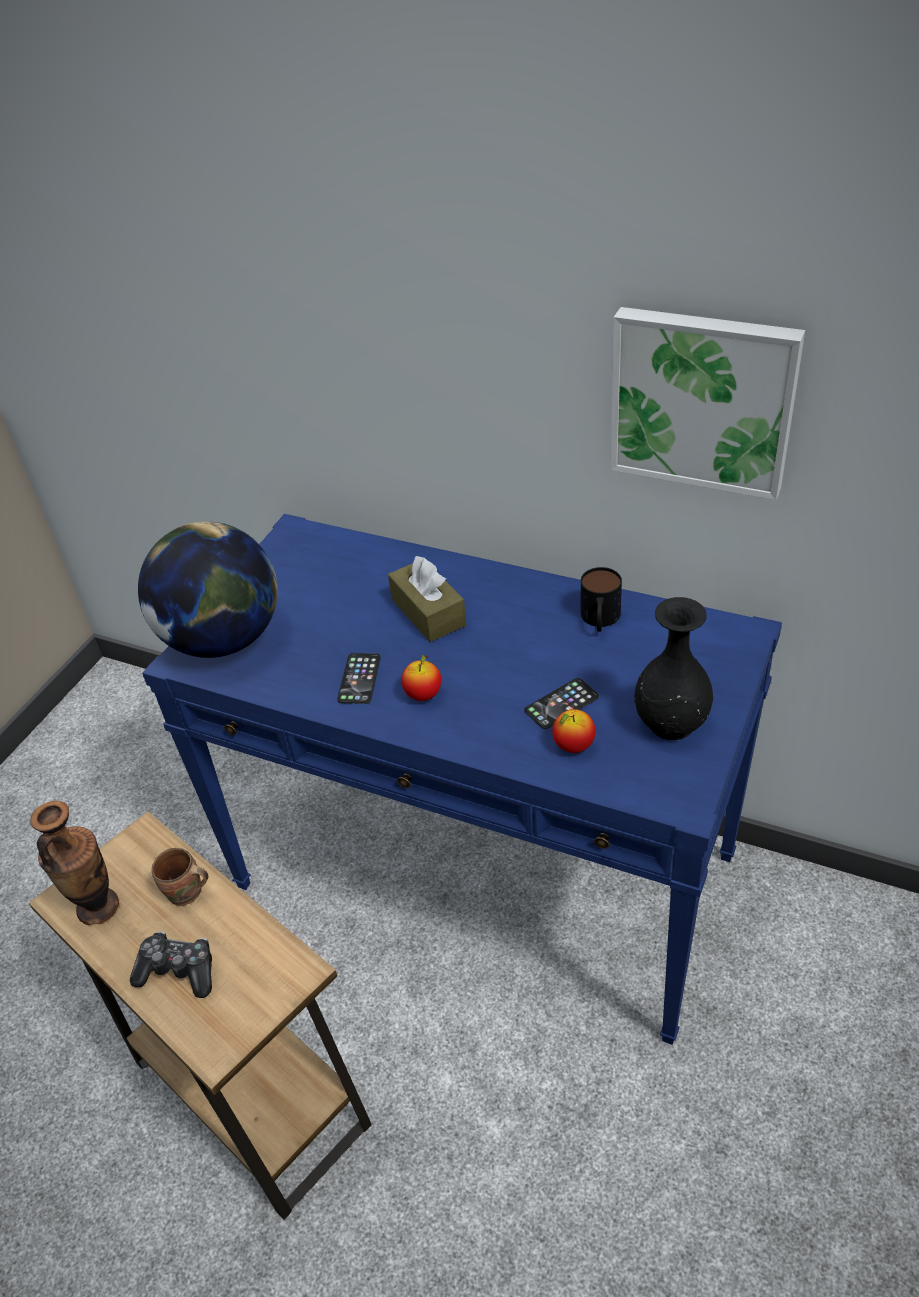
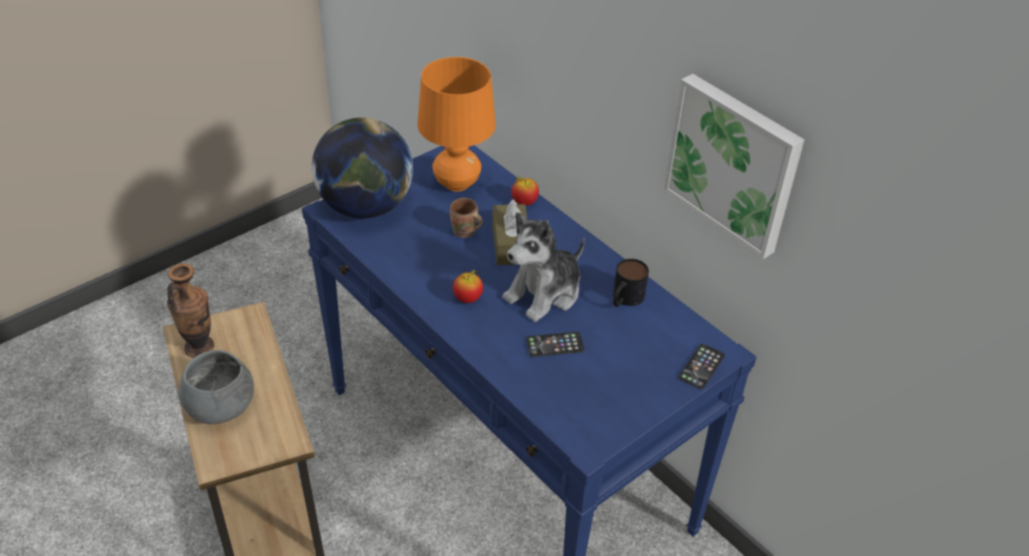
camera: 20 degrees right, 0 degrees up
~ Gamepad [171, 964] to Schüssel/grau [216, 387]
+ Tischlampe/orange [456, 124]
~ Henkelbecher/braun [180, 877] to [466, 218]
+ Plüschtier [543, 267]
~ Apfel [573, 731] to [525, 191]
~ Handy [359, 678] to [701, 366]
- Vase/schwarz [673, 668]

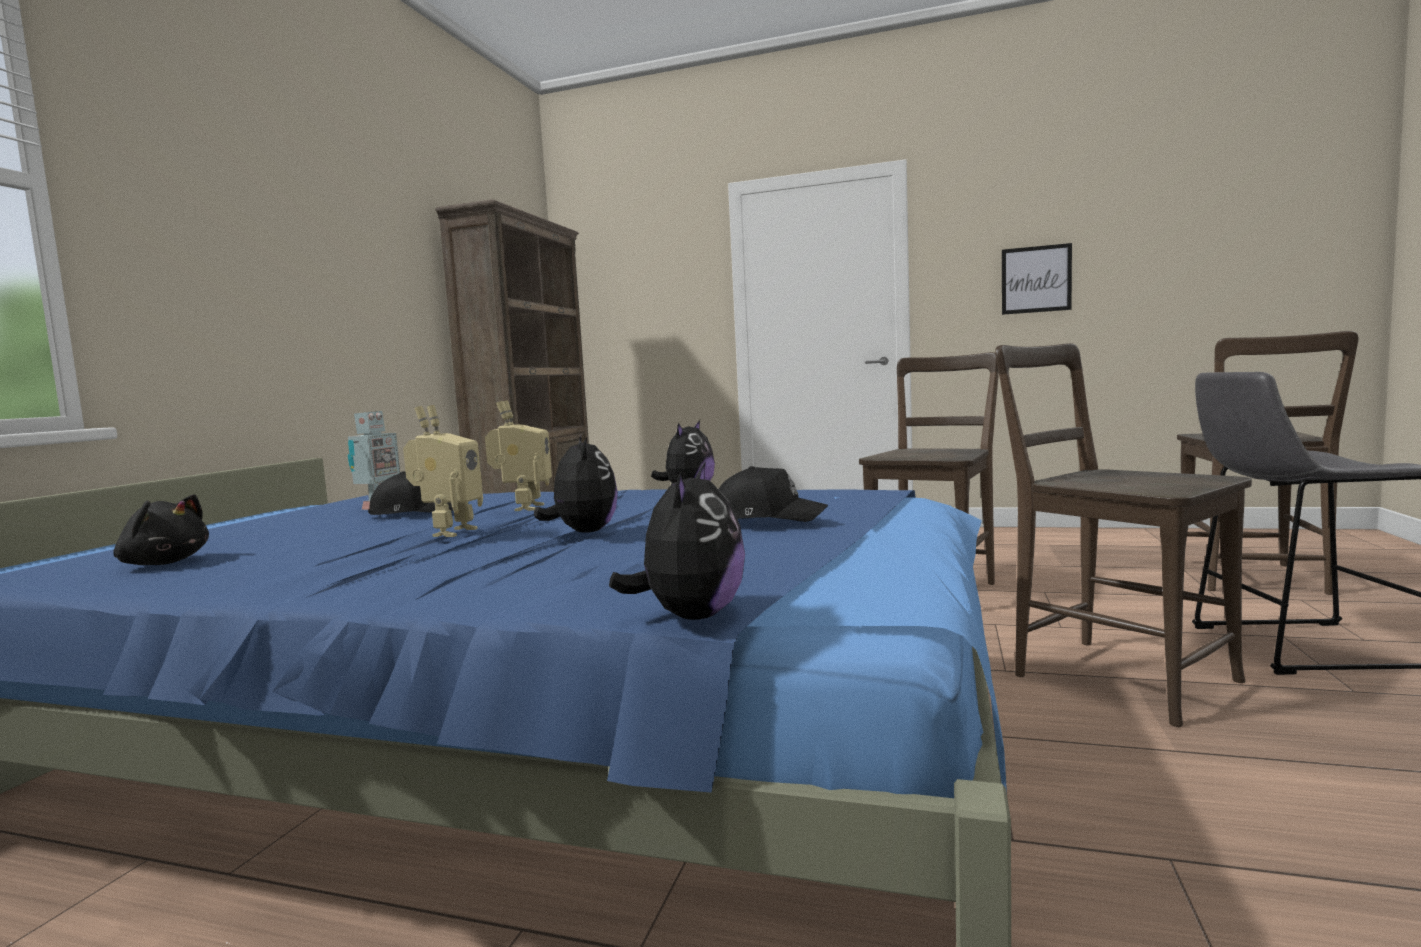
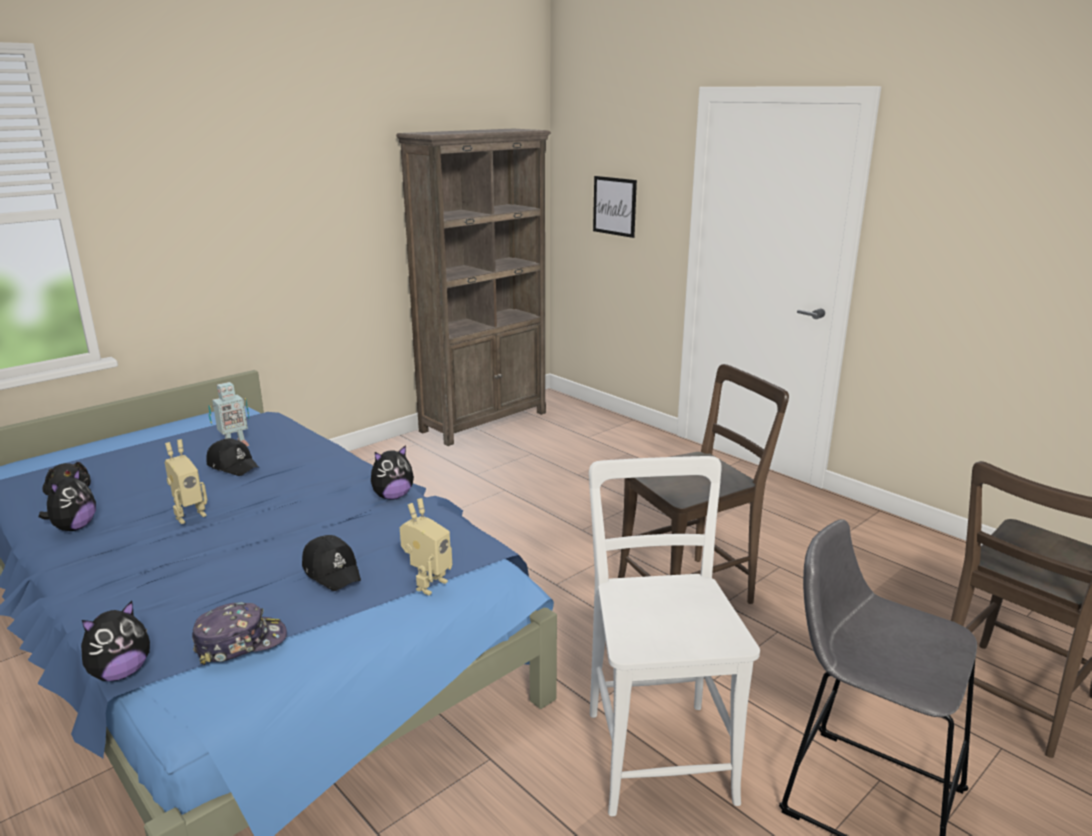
camera: 30 degrees right, 15 degrees up
~ Plüschtier [576, 484] to [67, 500]
+ Kappe [239, 633]
~ Spielzeugroboter [518, 455] to [426, 546]
~ Stuhl/braun [1123, 535] to Stuhl/weiß [674, 636]
~ Bild [1037, 279] to [615, 207]

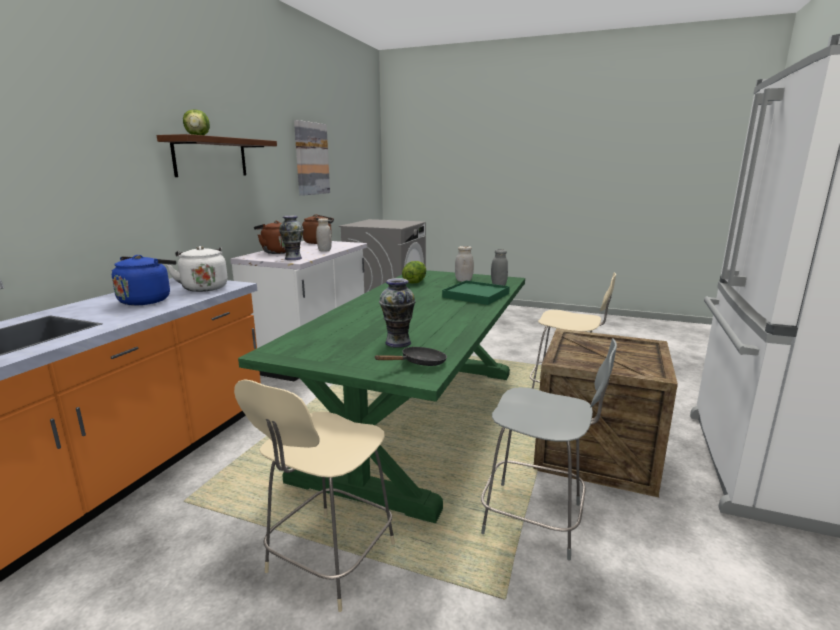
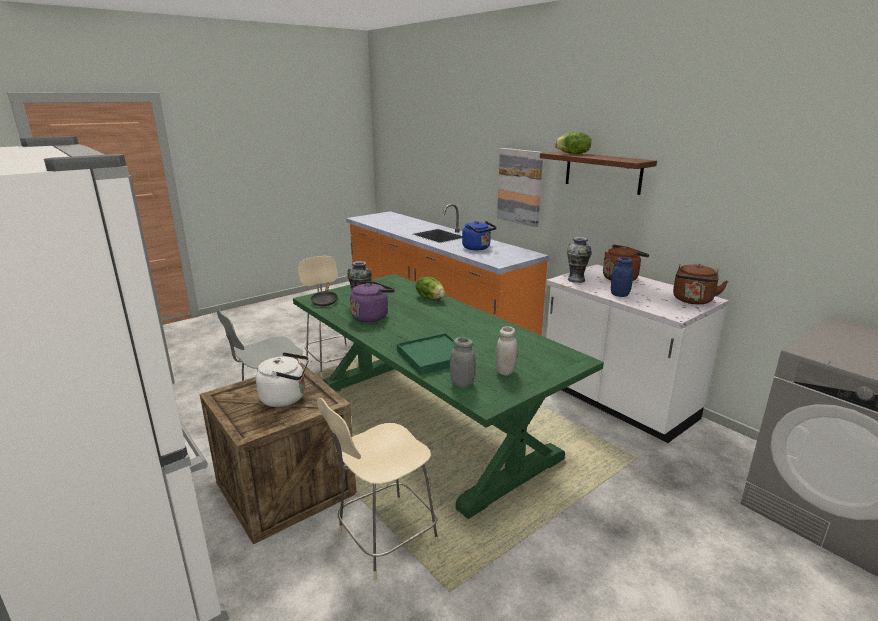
camera: 120 degrees right, 5 degrees up
~ Wasserkessel/weiß [197, 269] to [282, 379]
+ Wasserkessel/lila [372, 301]
~ Salatkopf [414, 272] to [430, 288]
~ Bild [312, 158] to [520, 187]
~ Vorratsglas/weiß [324, 235] to Vorratsglas/blau [622, 277]

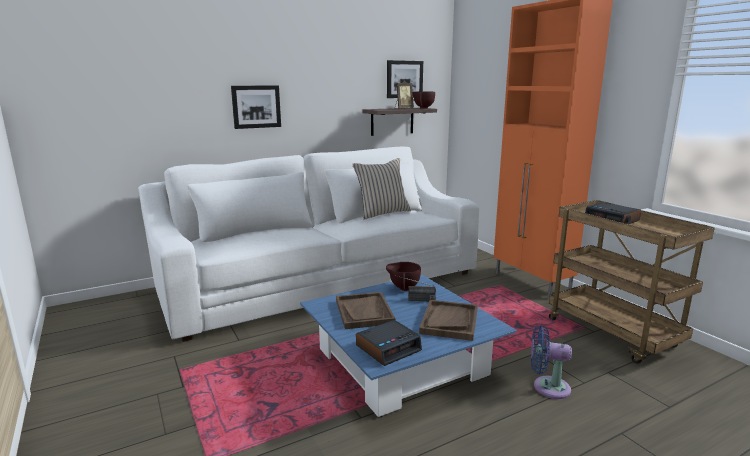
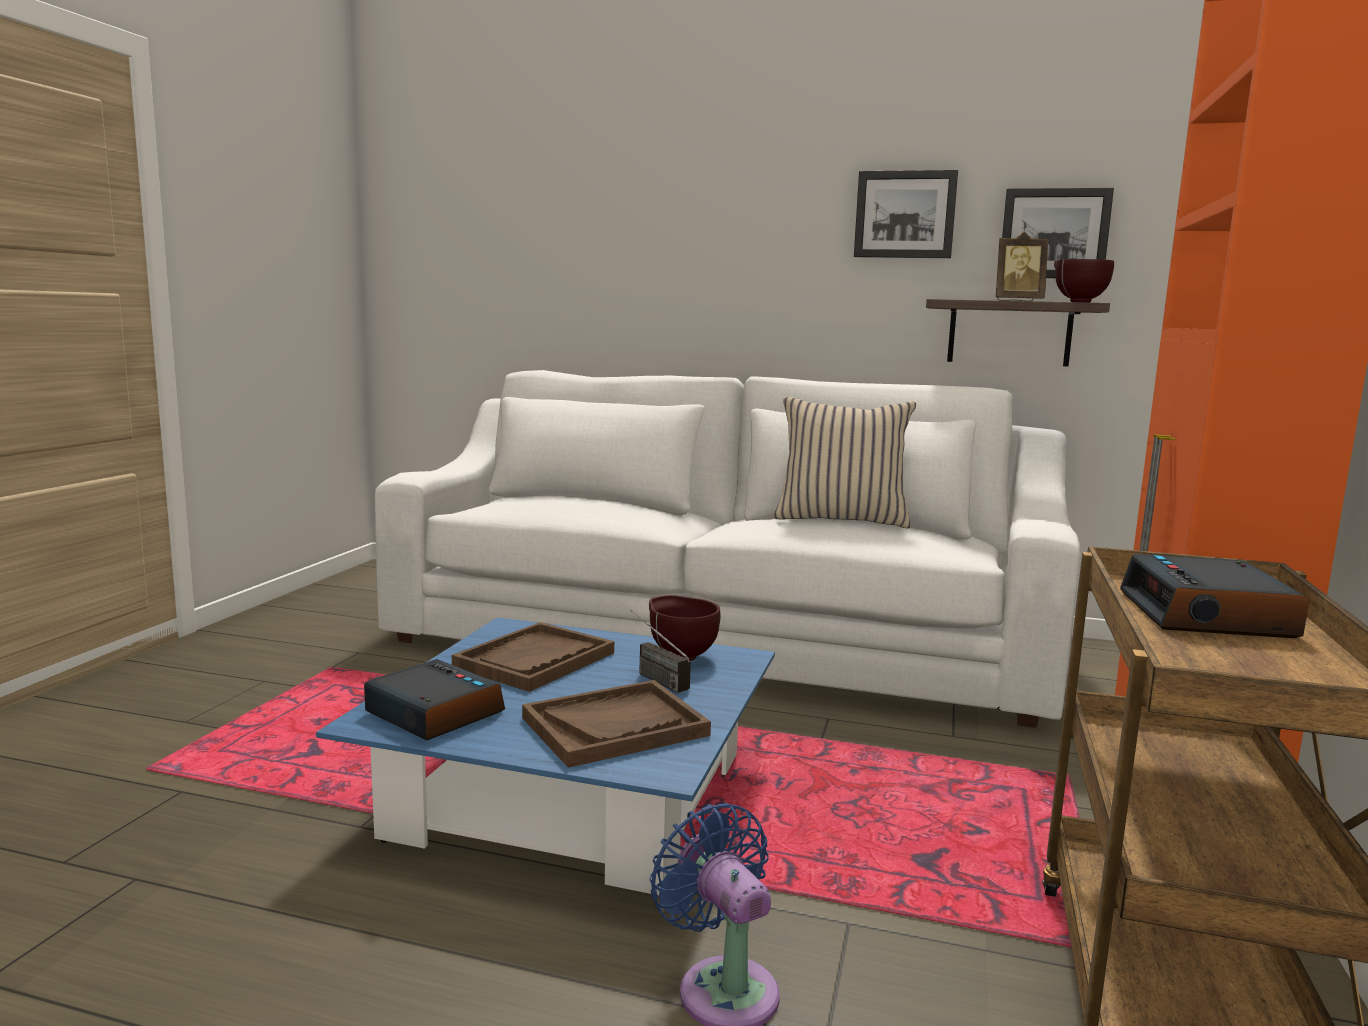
camera: 45 degrees right, 5 degrees down
~ Wecker [389, 343] = [434, 699] 150 degrees counterclockwise
~ Bild [256, 107] to [906, 214]

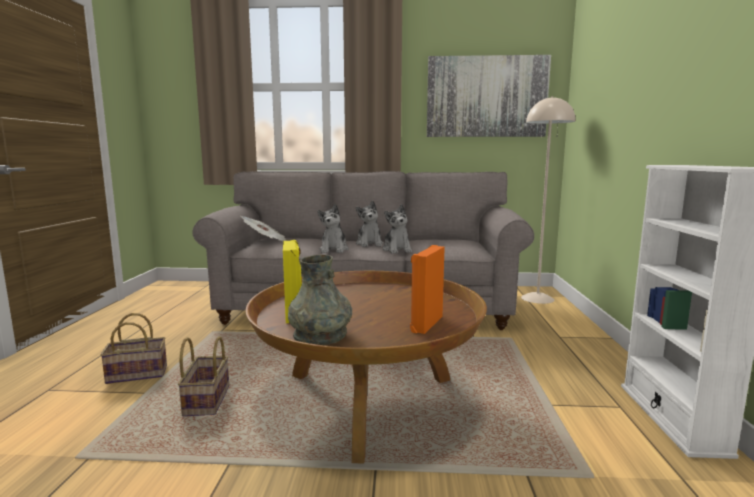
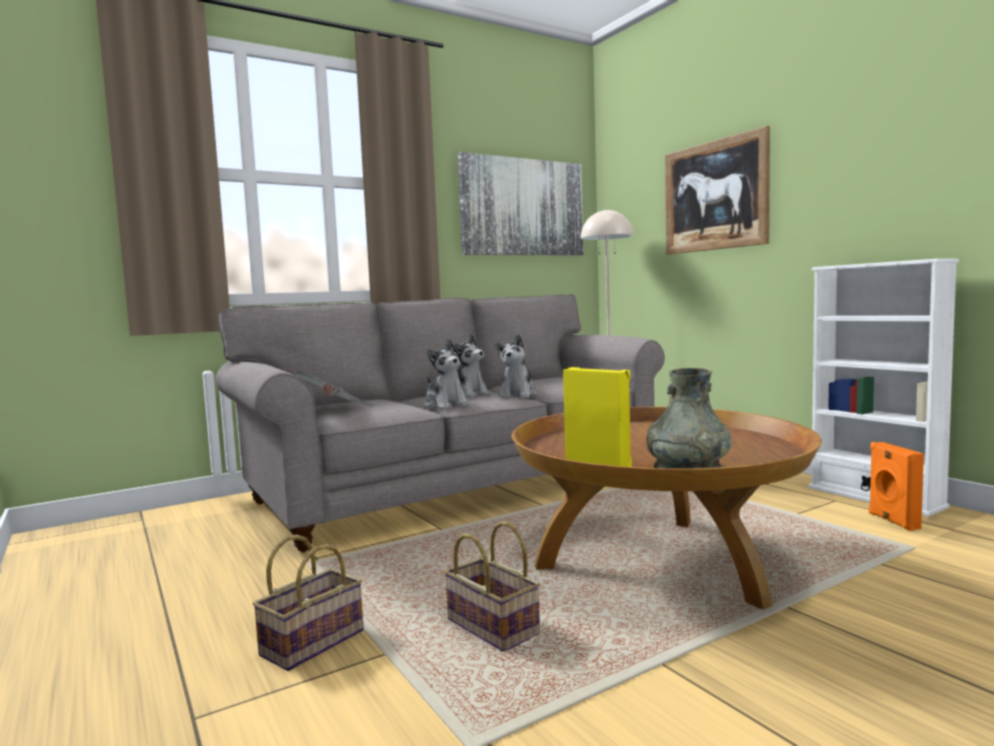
camera: 35 degrees left, 5 degrees down
~ Plüschtier [397, 229] = [516, 366] 60 degrees clockwise
+ Bild [717, 190]
~ Lautsprecher/orange [427, 289] to [896, 486]

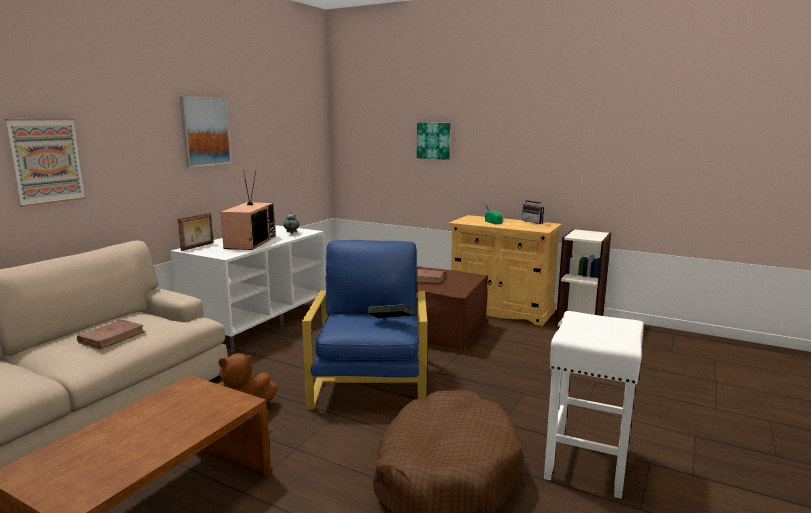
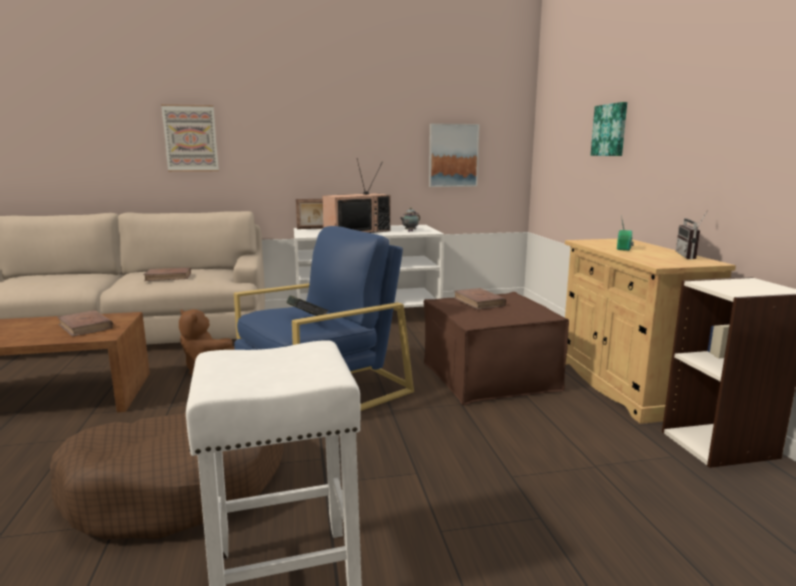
camera: 50 degrees right, 0 degrees up
+ Buch/braun [85, 323]
~ Bild [205, 132] to [454, 155]

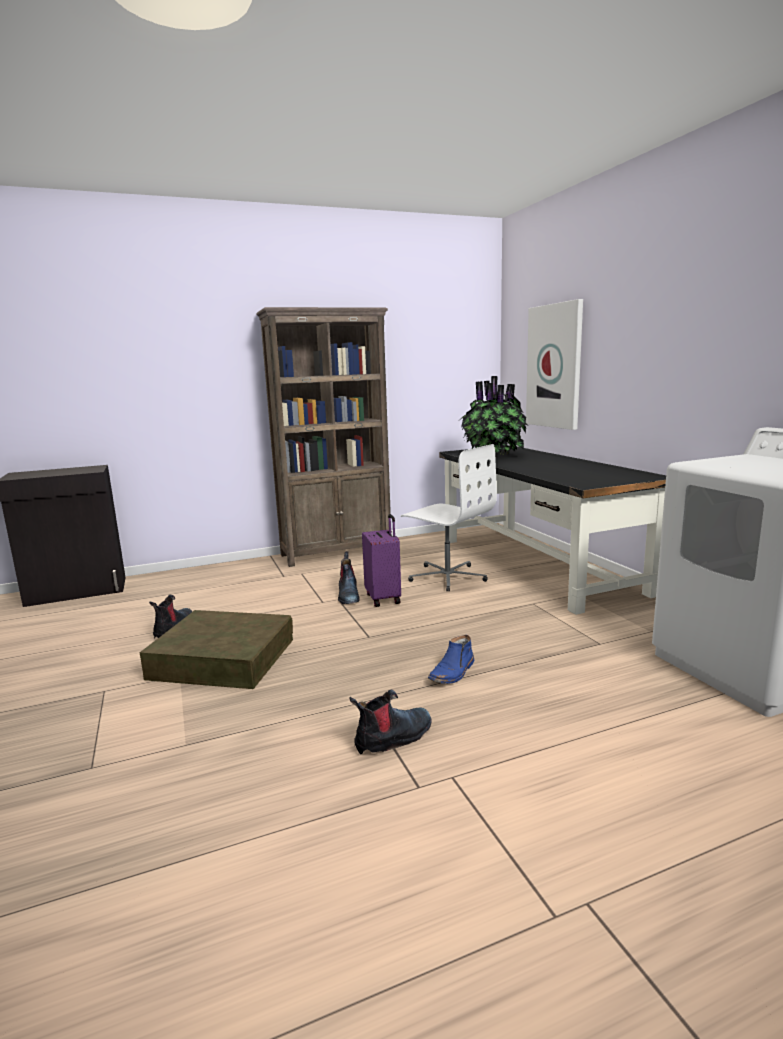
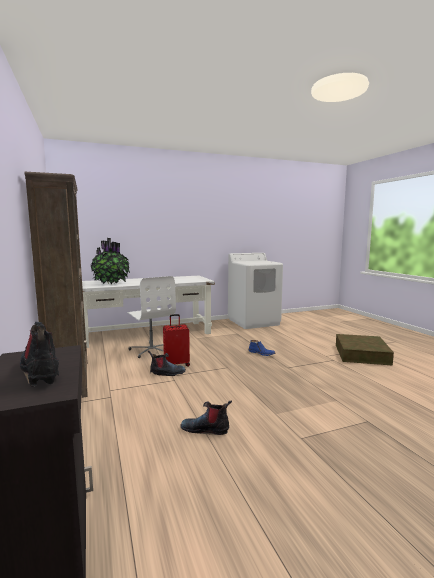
camera: 90 degrees left, 5 degrees down
~ Stiefel [391, 722] to [39, 354]
~ Schreibtisch/schwarz [552, 530] to Schreibtisch/weiß [148, 312]
~ Bürostuhl/weiß [449, 517] = [151, 317] 105 degrees clockwise
~ Koffer/lila [381, 560] to Koffer/rot [176, 340]
~ Aufbewahrungsbox/braun [216, 649] to [365, 350]
- Bild [554, 364]

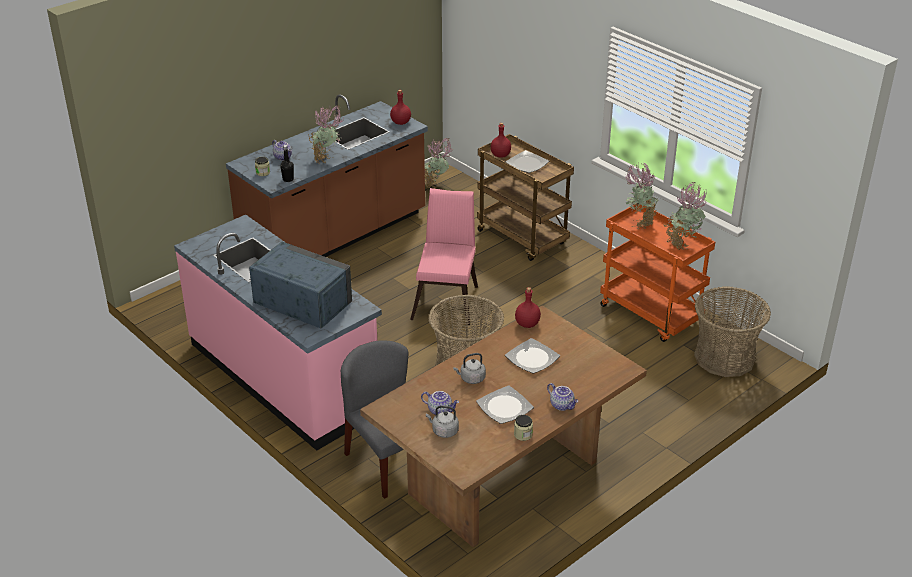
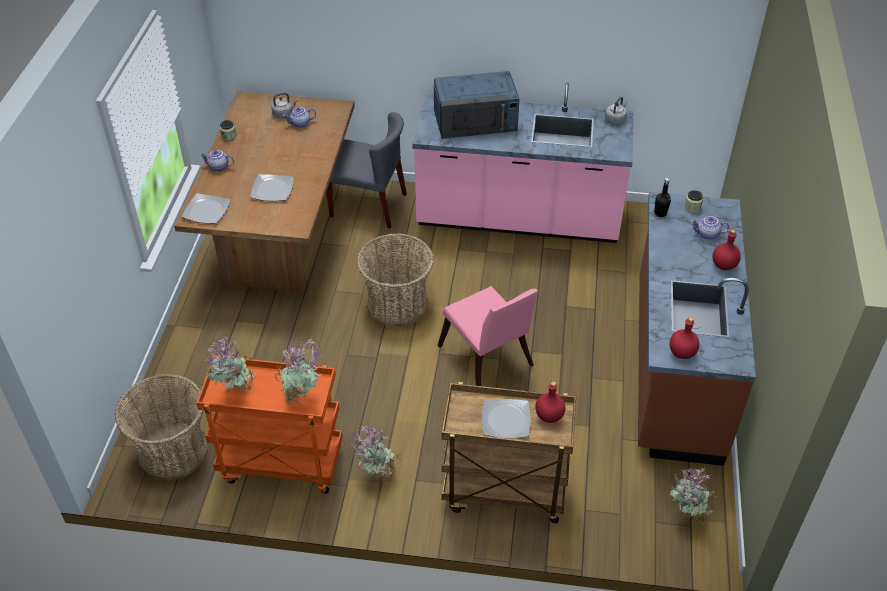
camera: 140 degrees right, 10 degrees up
~ Teller [505, 404] to [205, 208]
~ Topfpflanze [326, 135] to [376, 455]
~ Wasserkessel/grau [469, 368] to [616, 111]
~ Flasche/rot [528, 307] to [727, 250]

